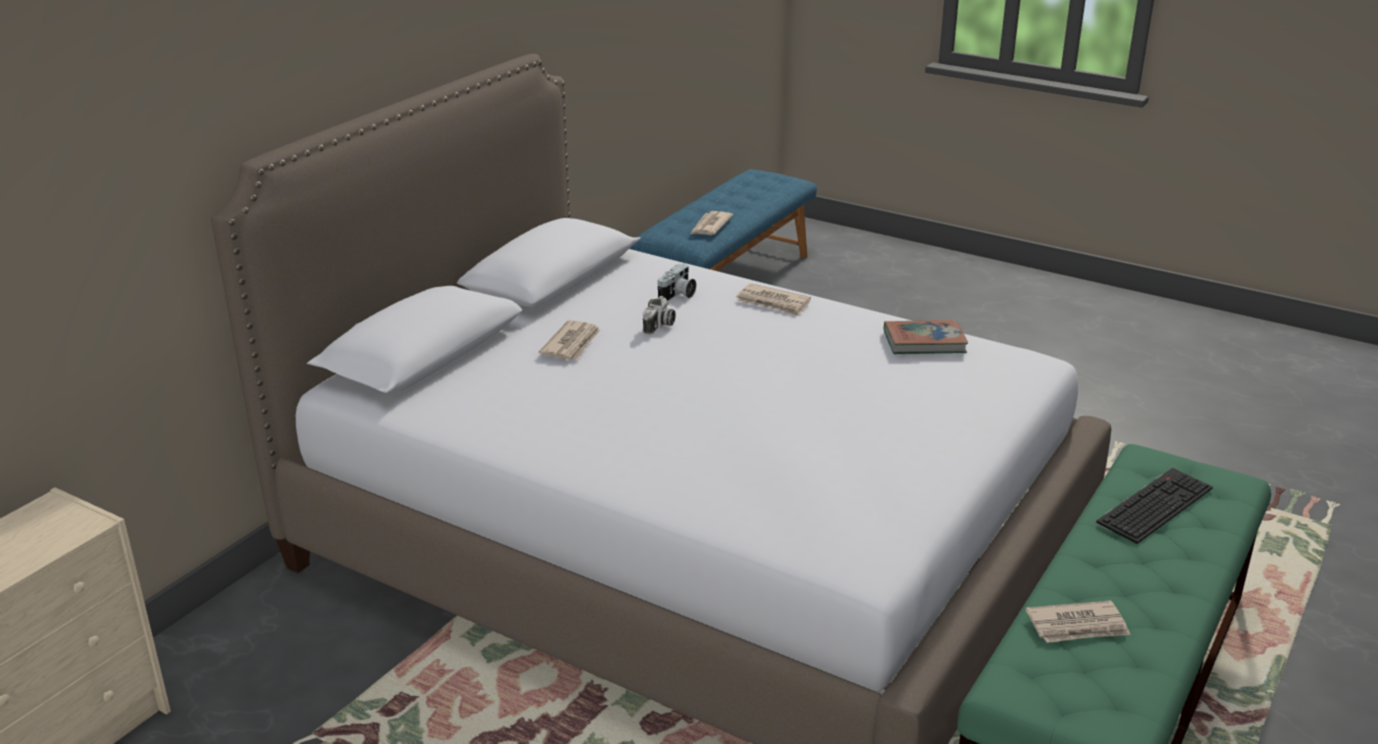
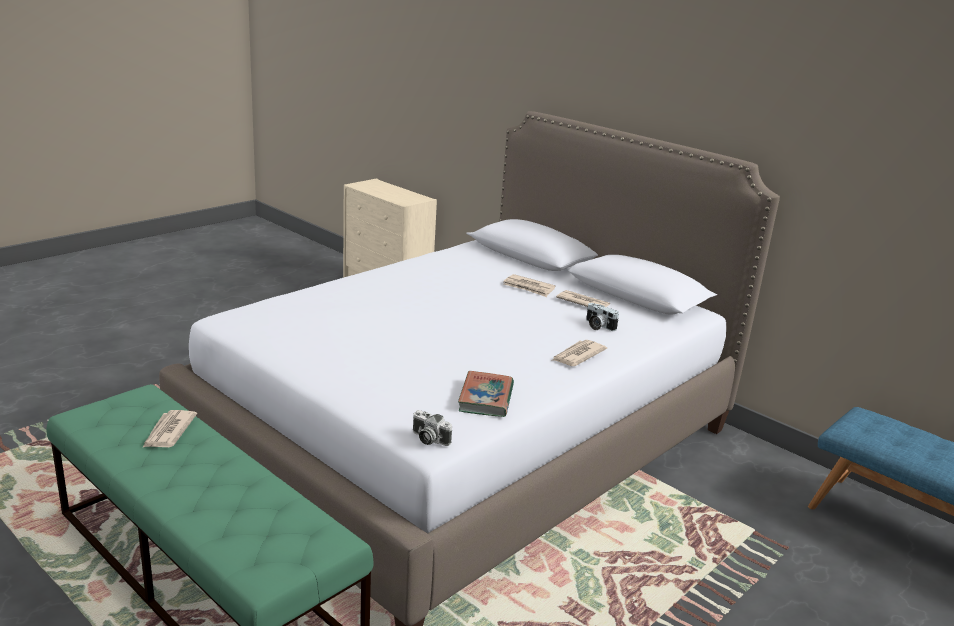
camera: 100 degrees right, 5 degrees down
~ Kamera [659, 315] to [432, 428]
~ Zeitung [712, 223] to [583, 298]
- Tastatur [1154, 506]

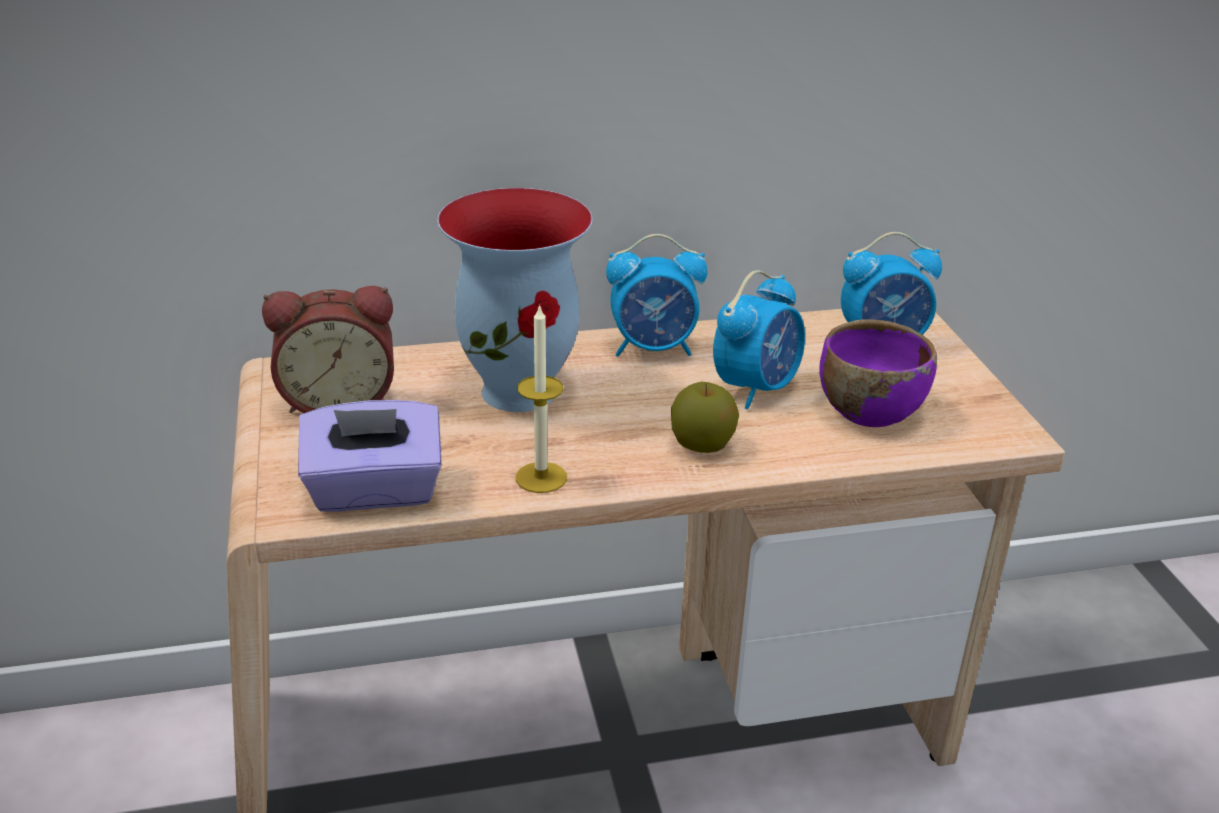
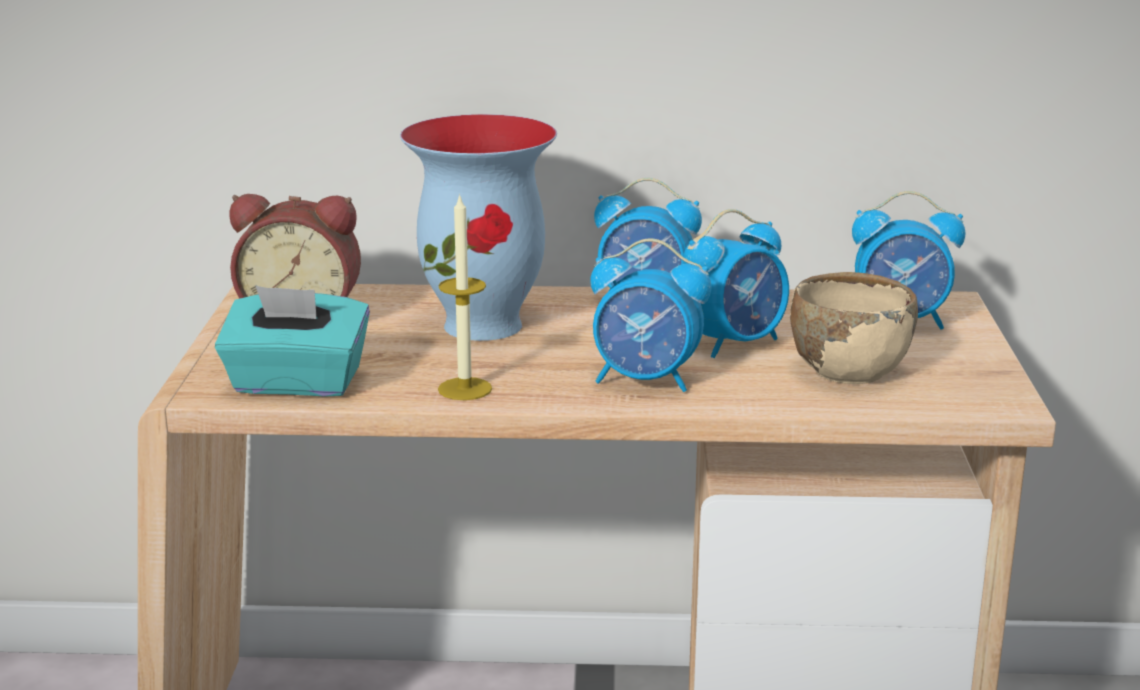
camera: 15 degrees right, 10 degrees down
~ Taschentuchbox/lila [370, 456] to Taschentuchbox/türkis [292, 341]
~ Apfel [705, 417] to Wecker [651, 315]
~ Schüssel/lila [878, 373] to Schüssel/beige [854, 328]

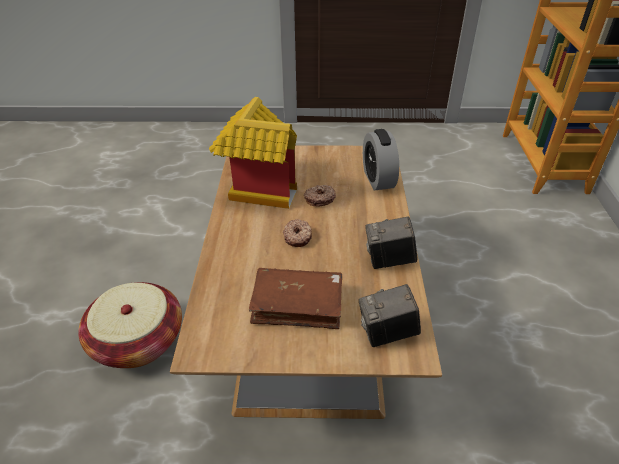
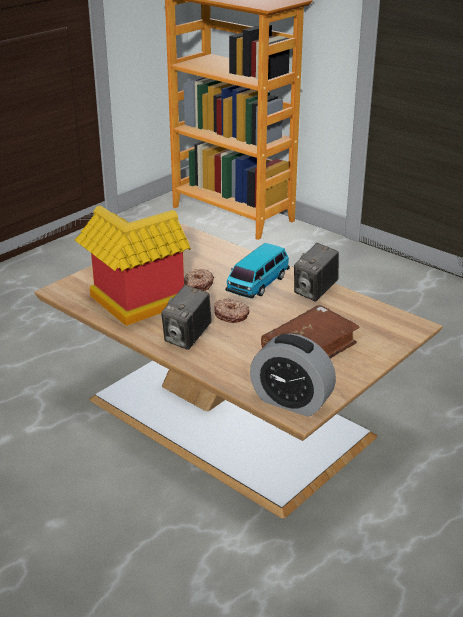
camera: 50 degrees left, 10 degrees down
~ Kamera [390, 315] to [186, 317]
+ Spielzeugauto [257, 271]
~ Wecker [381, 159] to [293, 375]
- Korb [130, 325]

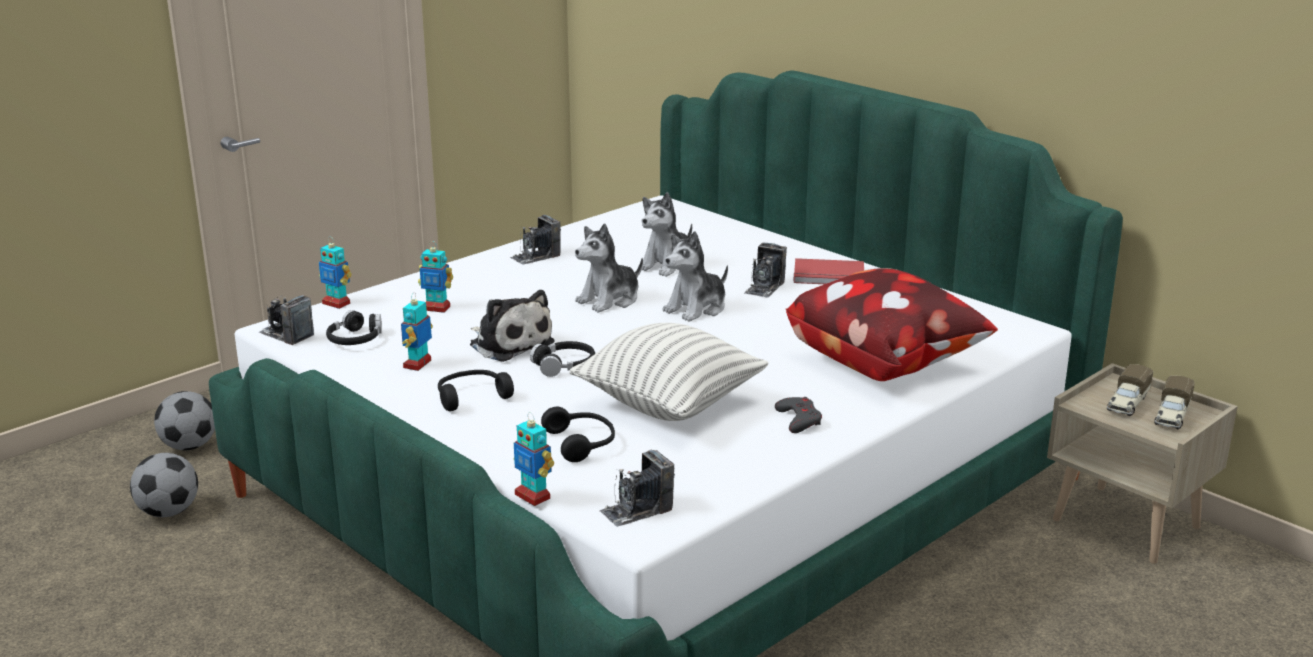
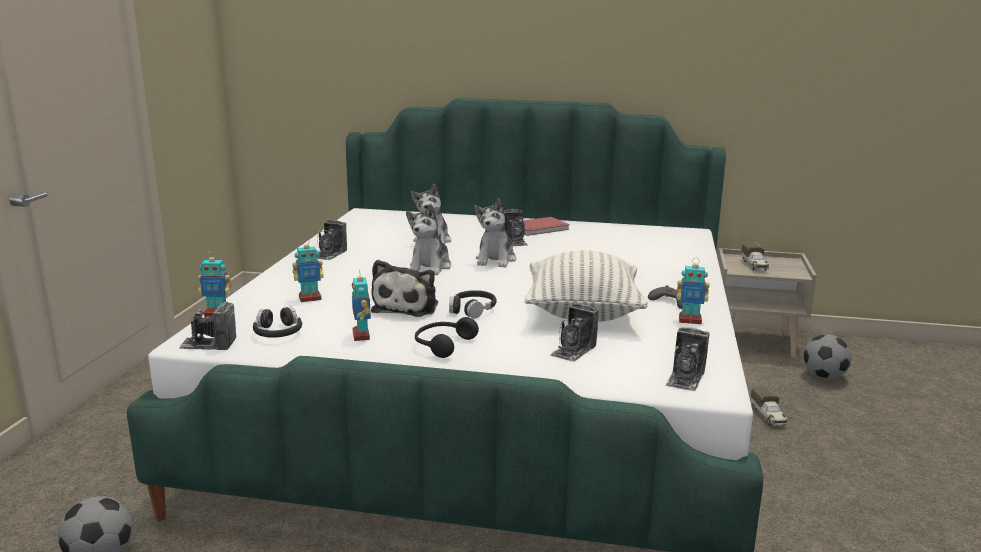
camera: 35 degrees left, 5 degrees down
~ Plüschtier [512, 326] = [404, 288] 90 degrees clockwise
~ Kopfhörer/schwarz [578, 434] to Kamera [574, 332]
~ Spielzeugroboter [534, 459] to [693, 291]
~ Spielzeuglaster [1174, 402] to [769, 405]
~ Fußball [184, 420] to [827, 356]
- Kissen [892, 324]

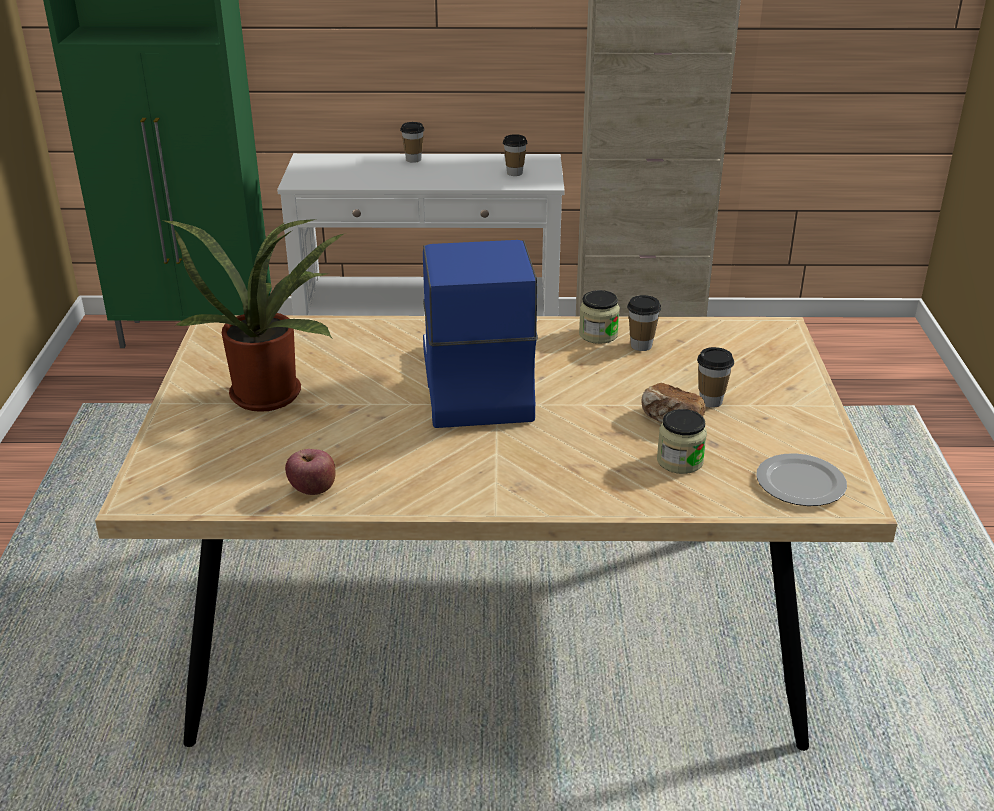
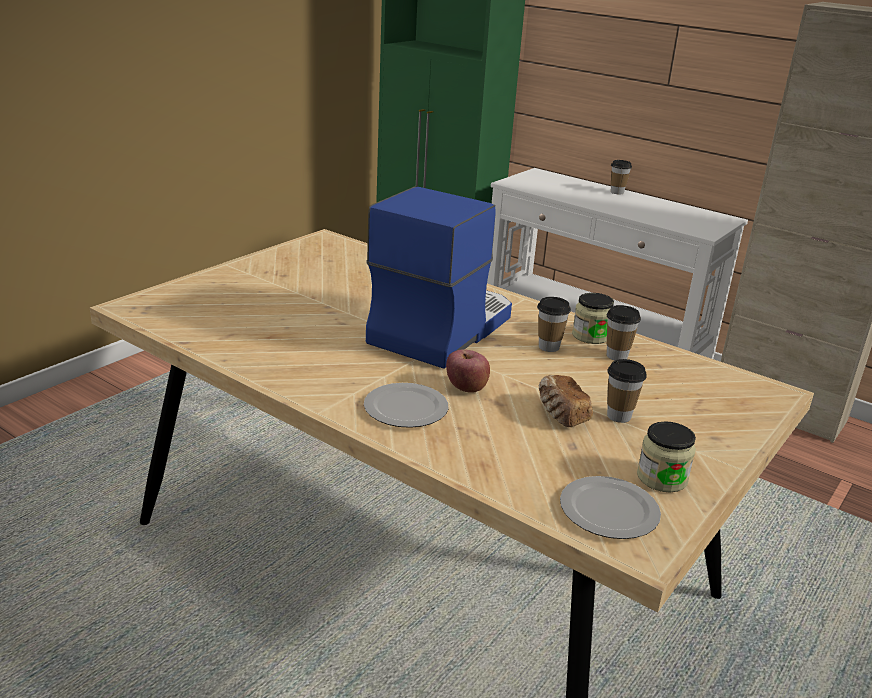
camera: 35 degrees right, 5 degrees down
+ Teller [406, 405]
~ Apfel [310, 472] to [468, 371]
~ Tasse [515, 155] to [554, 324]
~ Vorratsglas [682, 441] to [666, 456]
- Topfpflanze [254, 315]

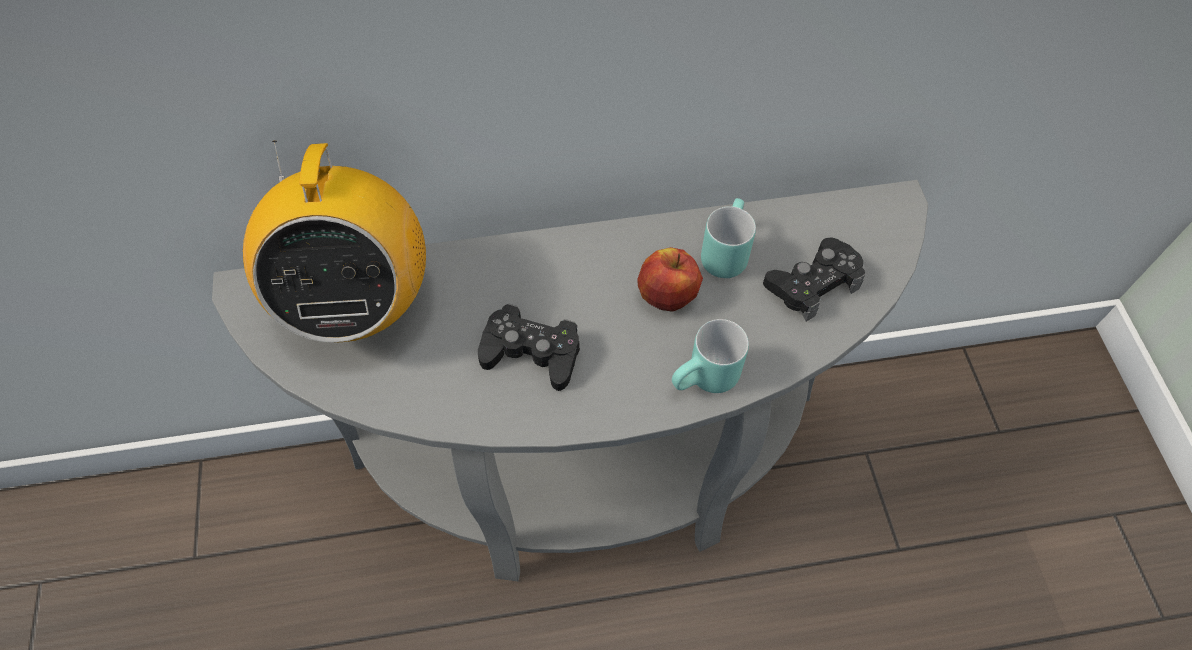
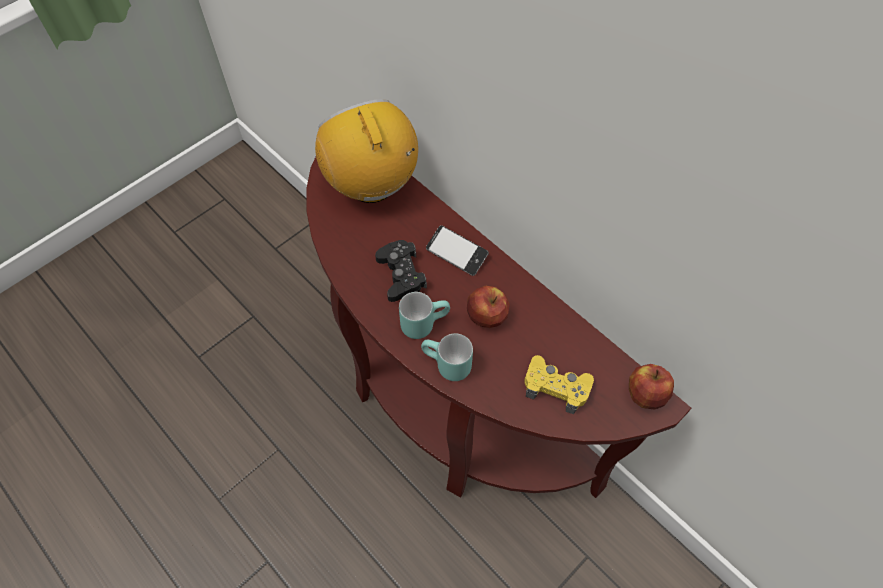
camera: 55 degrees right, 0 degrees up
~ Konsolentisch/grau [570, 380] to Konsolentisch/braun [498, 327]
~ Radio [334, 242] = [366, 151] 105 degrees clockwise
~ Henkelbecher/türkis [728, 238] to [424, 315]
+ Handy [457, 250]
~ Gamepad/schwarz [814, 279] to Gamepad/gelb [559, 384]
+ Apfel [651, 387]

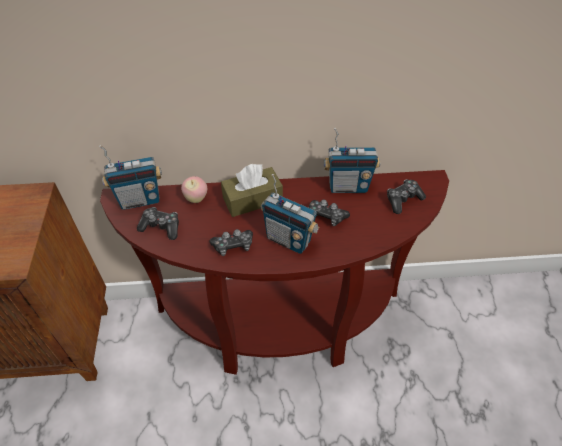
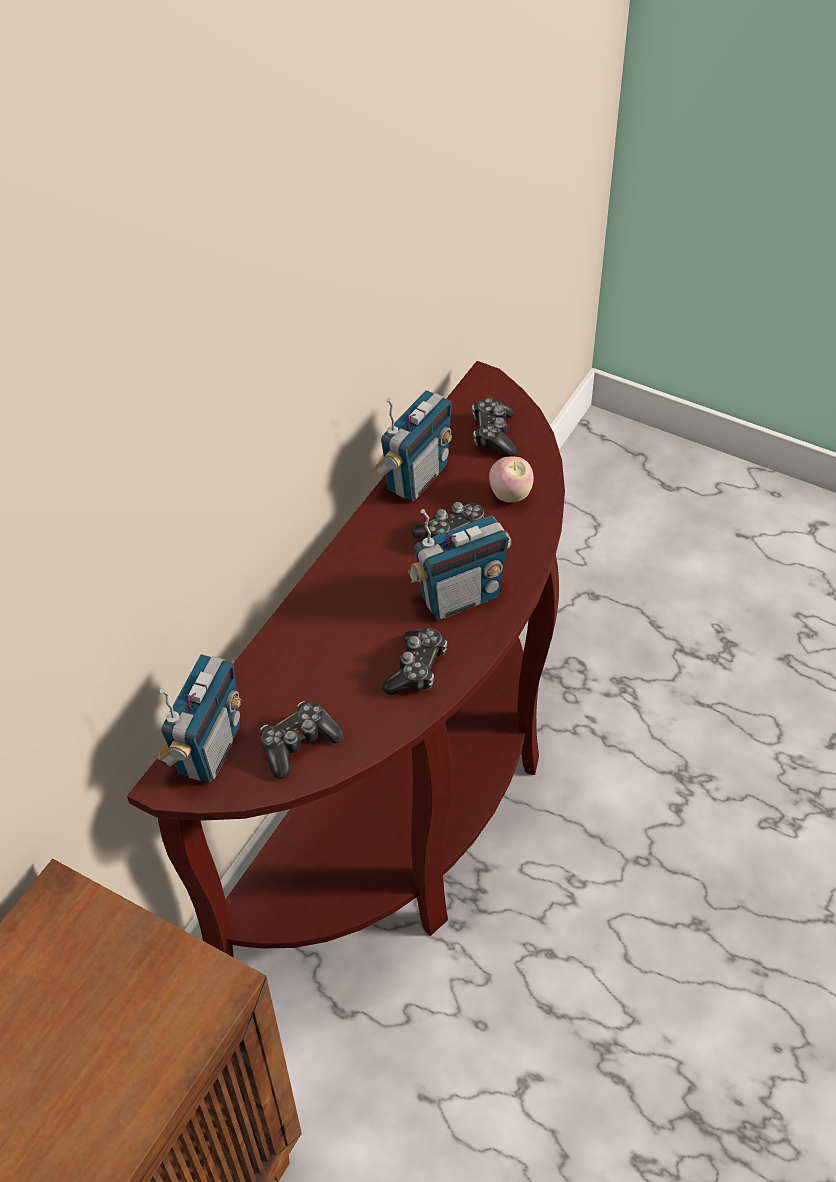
camera: 55 degrees left, 0 degrees up
~ Apfel [194, 189] to [511, 480]
- Taschentuchbox/braun [252, 190]

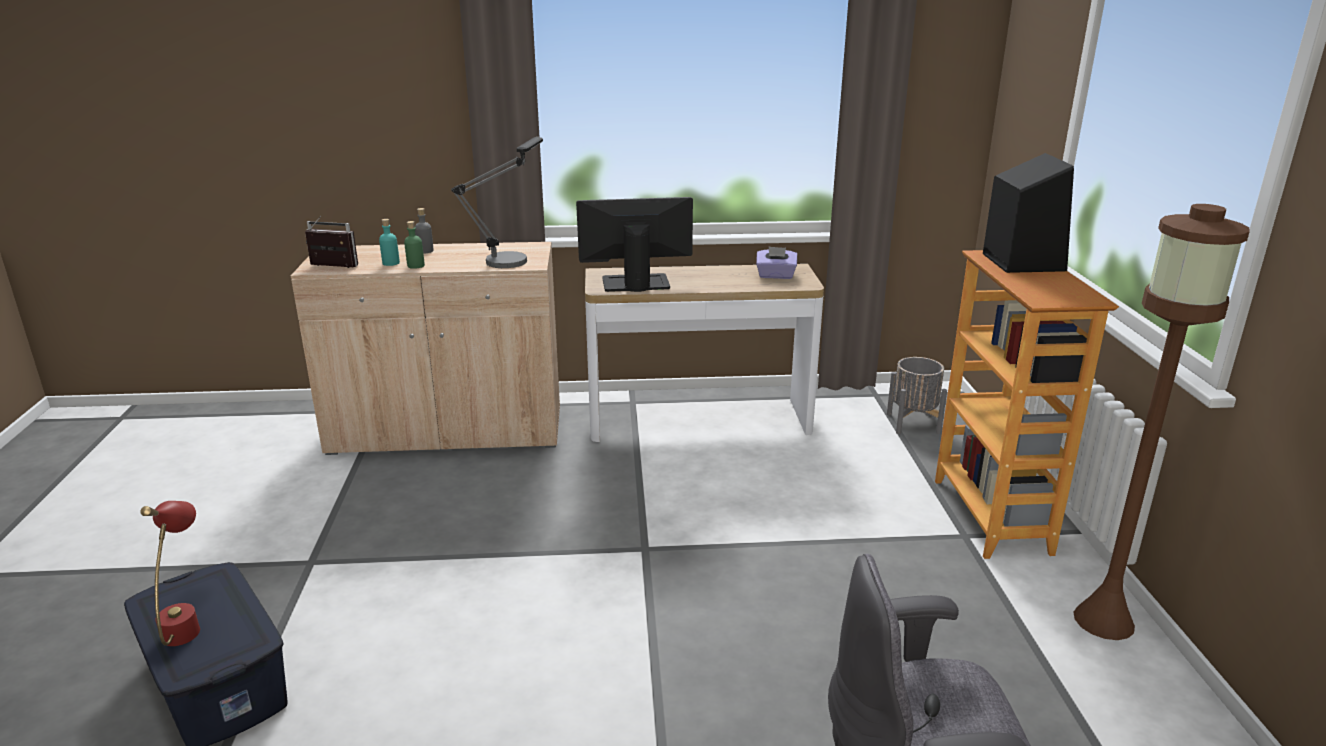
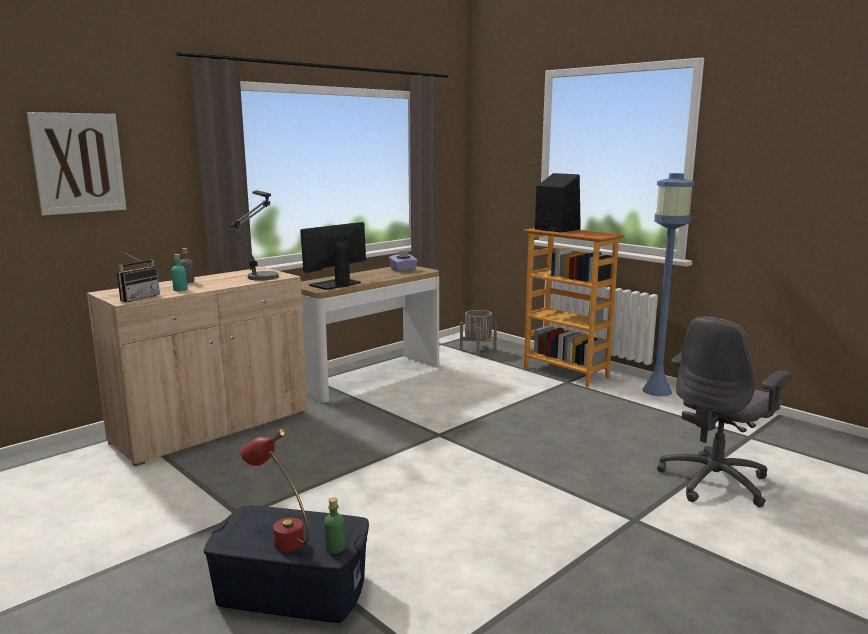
camera: 40 degrees left, 10 degrees down
+ Bild [76, 164]
~ Radio [331, 242] = [138, 277] 150 degrees clockwise
~ Flasche/grün [414, 245] to [334, 525]
~ Stehlampe/braun [1162, 422] to Stehlampe/blau [668, 284]

